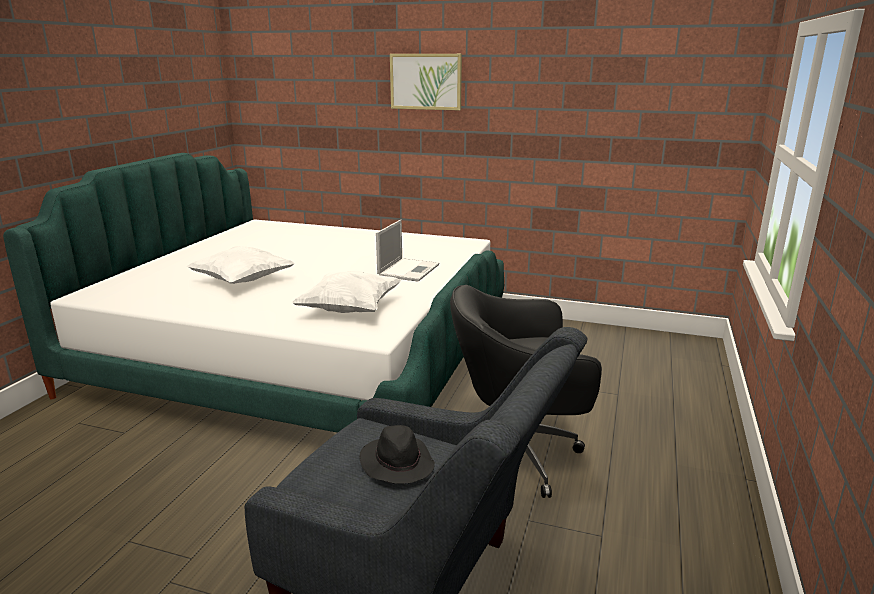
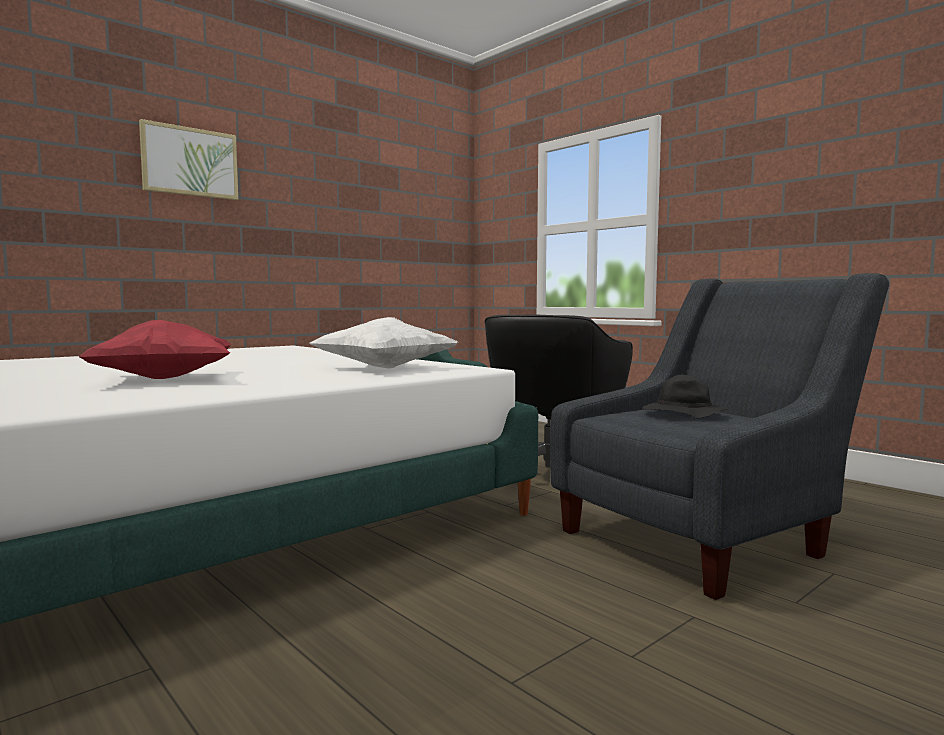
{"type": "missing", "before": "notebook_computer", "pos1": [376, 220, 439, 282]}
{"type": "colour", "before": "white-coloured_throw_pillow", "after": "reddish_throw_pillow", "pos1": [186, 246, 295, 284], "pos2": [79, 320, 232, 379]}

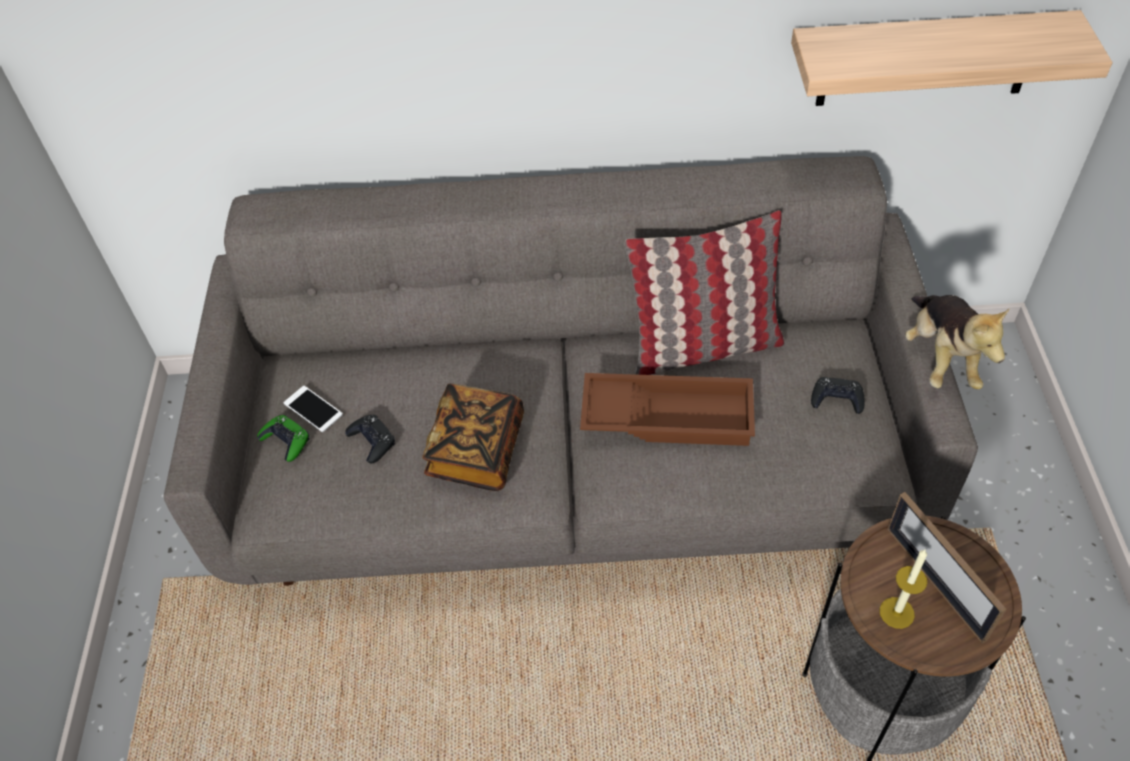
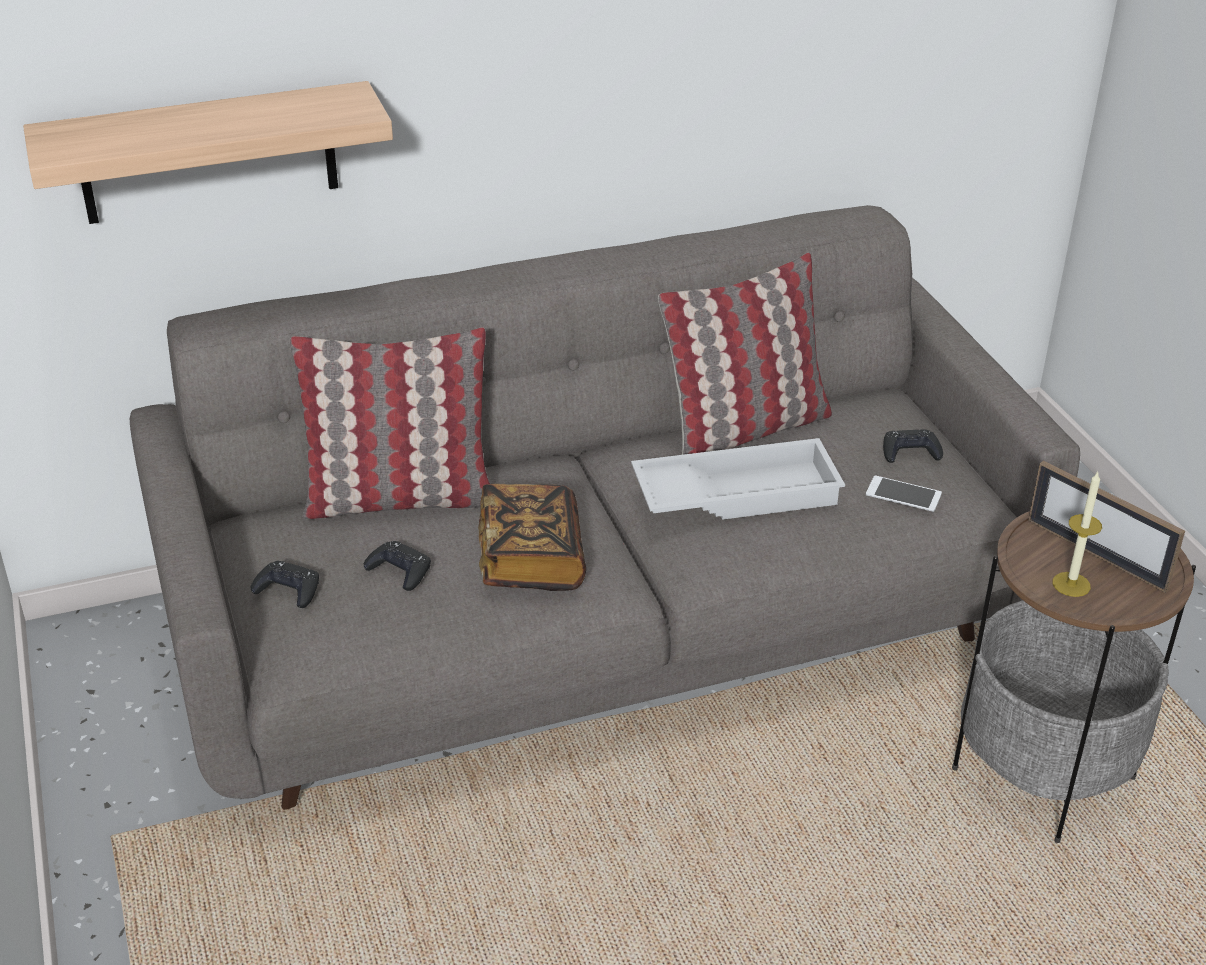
{"type": "missing", "before": "cuddly_toy", "pos1": [905, 295, 1009, 389]}
{"type": "appeared", "after": "throw_pillow", "pos2": [290, 327, 490, 519]}
{"type": "relocated", "before": "handset", "pos1": [283, 386, 343, 432], "pos2": [866, 475, 942, 512]}
{"type": "relocated", "before": "shelf", "pos1": [791, 10, 1113, 106], "pos2": [23, 81, 393, 224]}
{"type": "colour", "before": "greenish_game_controller", "after": "black-coloured_game_controller", "pos1": [257, 415, 309, 462], "pos2": [251, 561, 319, 608]}
{"type": "colour", "before": "brown-coloured_tray", "after": "white-coloured_tray", "pos1": [580, 373, 755, 446], "pos2": [631, 438, 845, 520]}

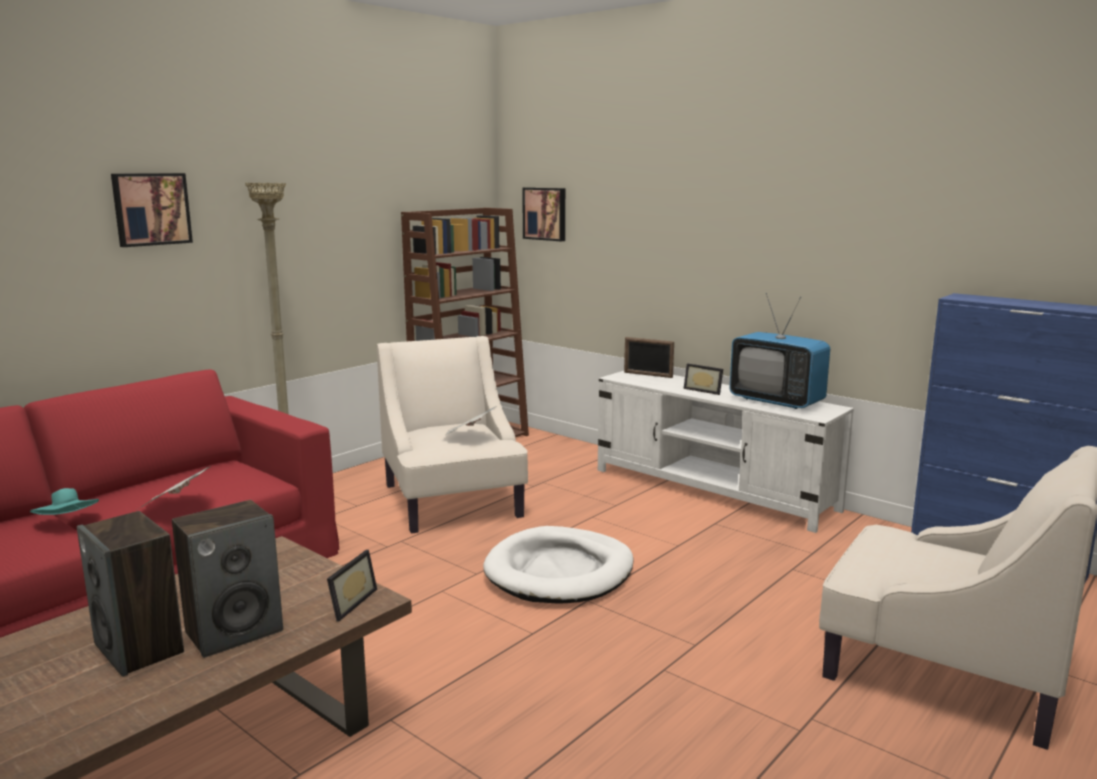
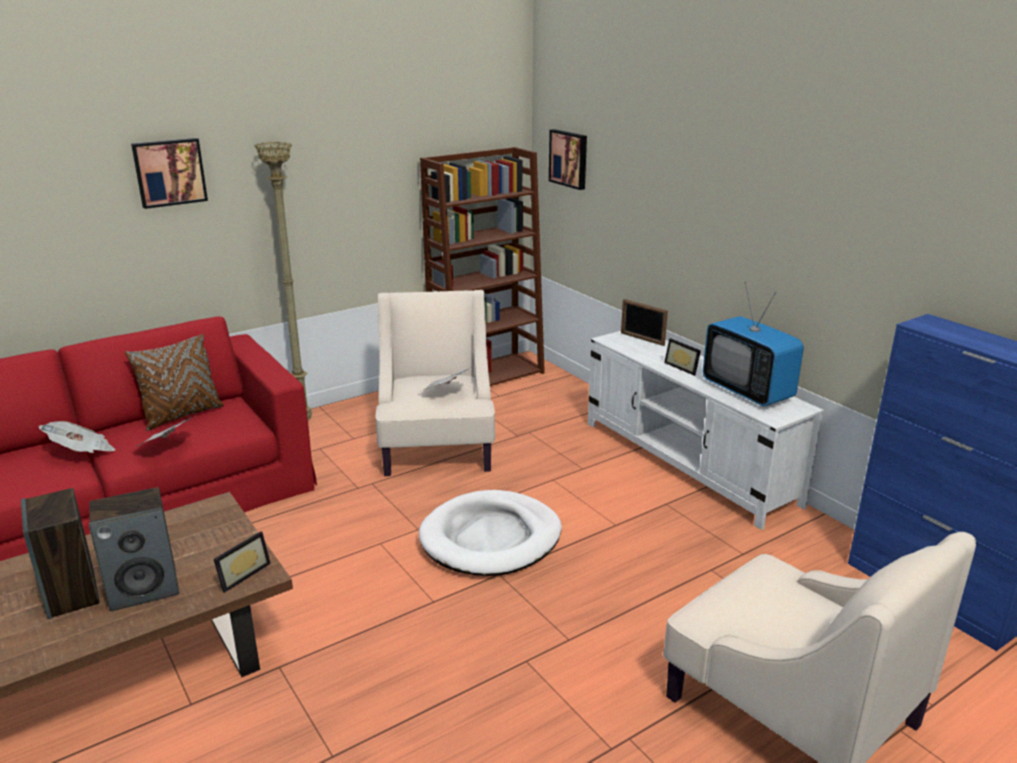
{"type": "appeared", "after": "brown-coloured_throw_pillow", "pos2": [125, 333, 224, 431]}
{"type": "exchanged", "before": "turquoise-coloured_hat", "after": "printed_paper", "pos1": [30, 488, 99, 515], "pos2": [39, 421, 115, 453]}

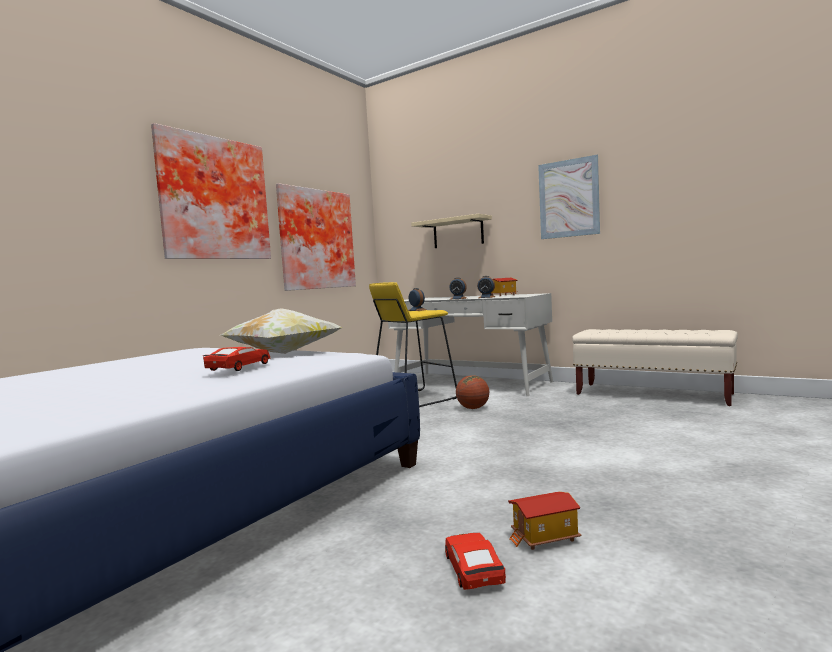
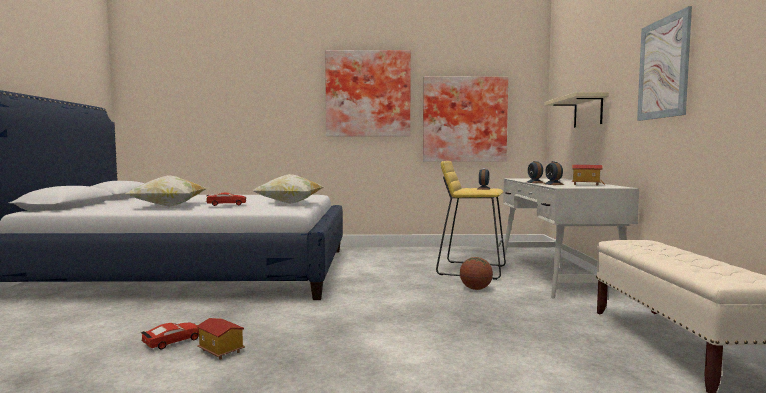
{"type": "appeared", "after": "throw_pillow", "pos2": [125, 175, 207, 207]}

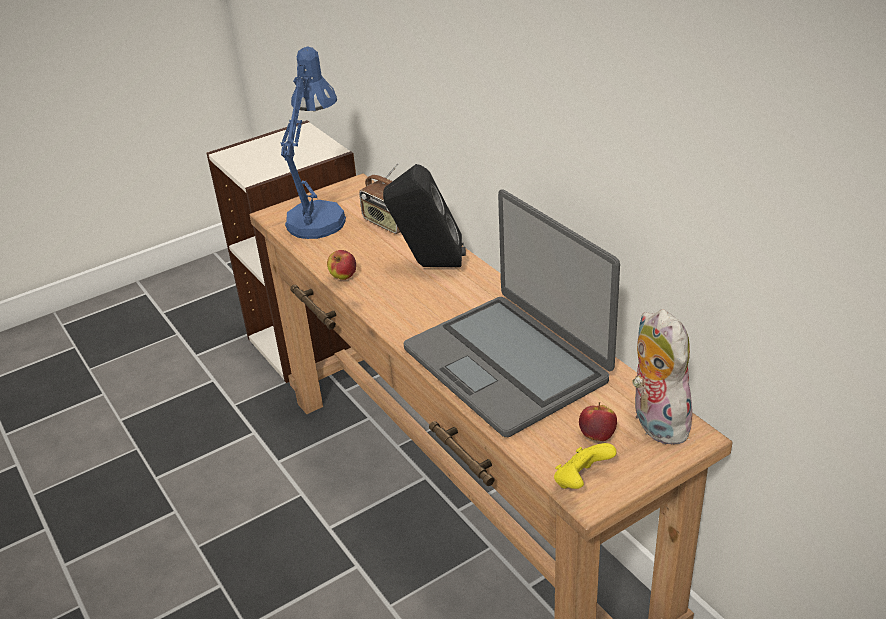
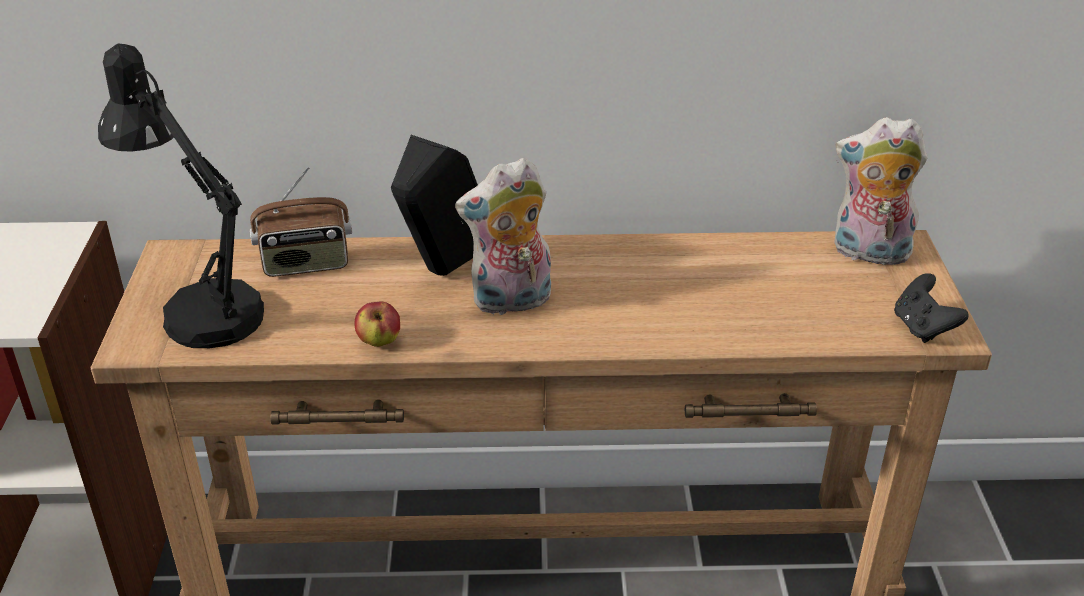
{"type": "missing", "before": "notebook_computer", "pos1": [404, 190, 620, 437]}
{"type": "missing", "before": "whole_apple", "pos1": [579, 402, 617, 441]}
{"type": "appeared", "after": "cuddly_toy", "pos2": [455, 158, 551, 316]}
{"type": "colour", "before": "bluish_tabletop_lamp", "after": "black-coloured_tabletop_lamp", "pos1": [281, 47, 346, 239], "pos2": [98, 44, 264, 348]}
{"type": "colour", "before": "yellow_game_controller", "after": "black-coloured_game_controller", "pos1": [554, 443, 617, 489], "pos2": [894, 273, 969, 343]}

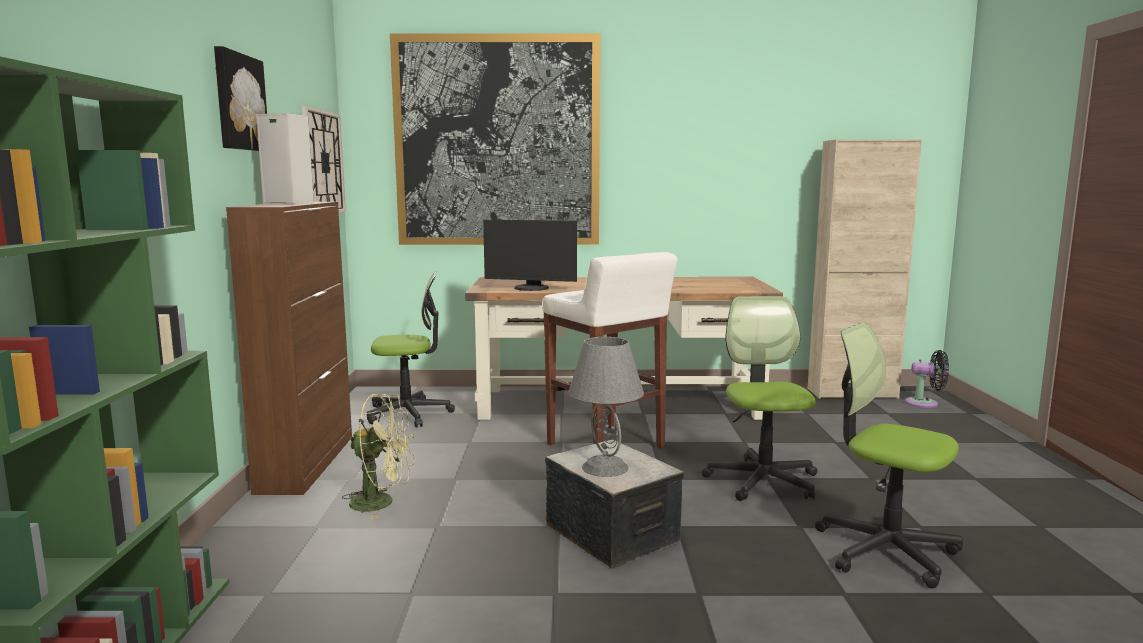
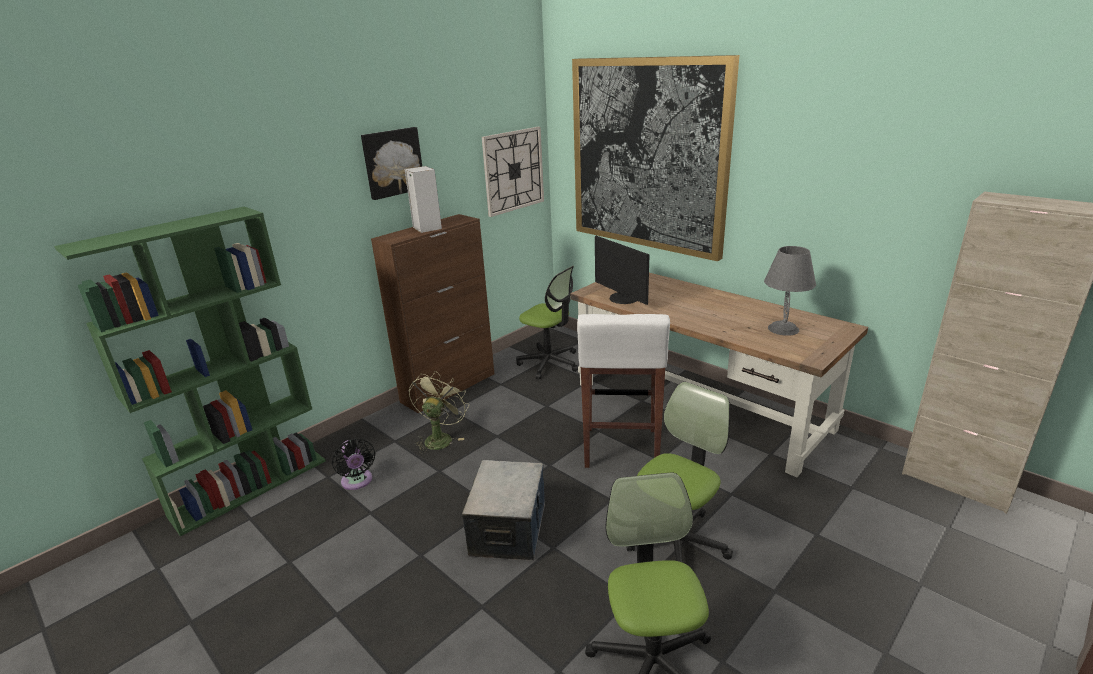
{"type": "relocated", "before": "grey_tabletop_lamp", "pos1": [568, 337, 644, 477], "pos2": [764, 246, 816, 336]}
{"type": "relocated", "before": "black-coloured_electric_fan", "pos1": [905, 350, 949, 408], "pos2": [331, 438, 375, 490]}
{"type": "spun", "before": "greenish_electric_fan", "pos1": [342, 394, 414, 520], "pos2": [409, 371, 469, 454], "turn": -120}

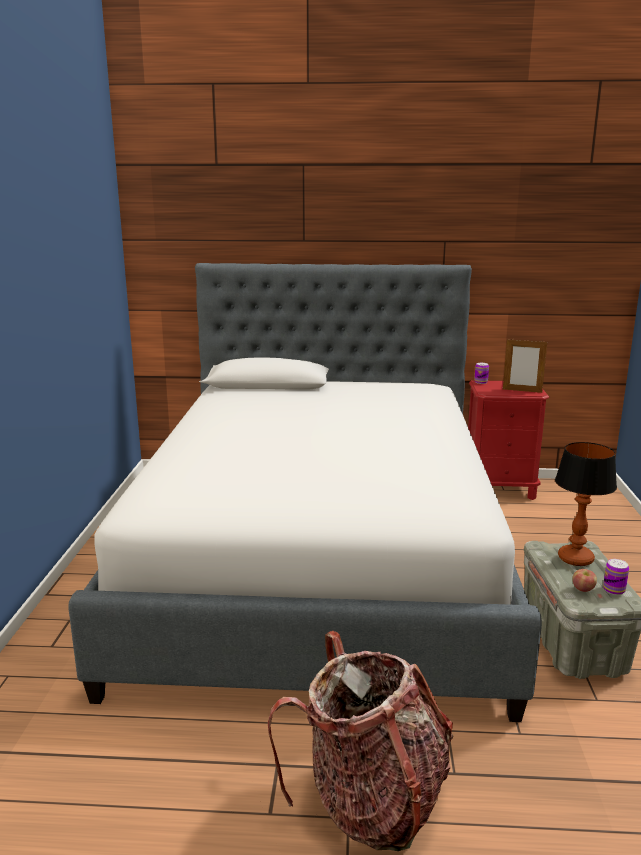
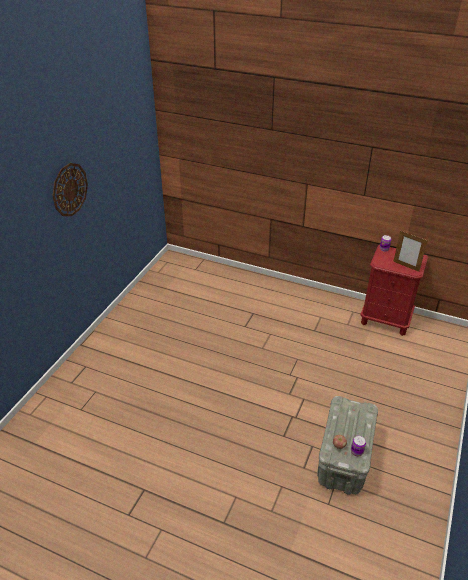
{"type": "missing", "before": "bedroom_bed", "pos1": [68, 263, 542, 722]}
{"type": "missing", "before": "rucksack", "pos1": [268, 631, 454, 851]}
{"type": "missing", "before": "tabletop_lamp", "pos1": [555, 442, 617, 566]}
{"type": "appeared", "after": "clock_on_the_wall", "pos2": [52, 163, 88, 216]}

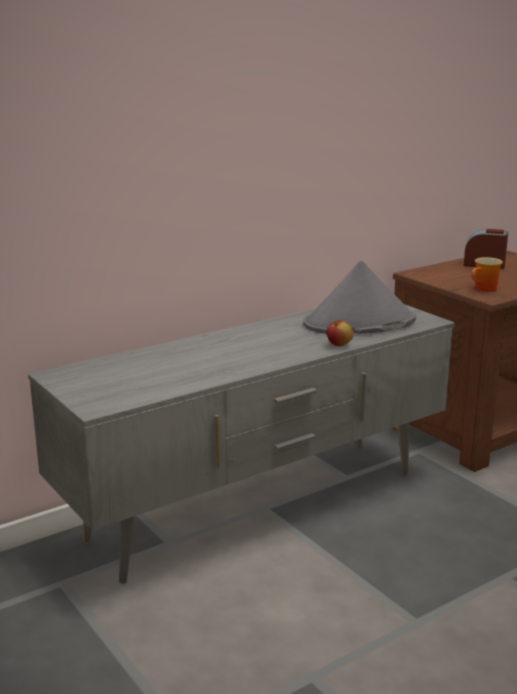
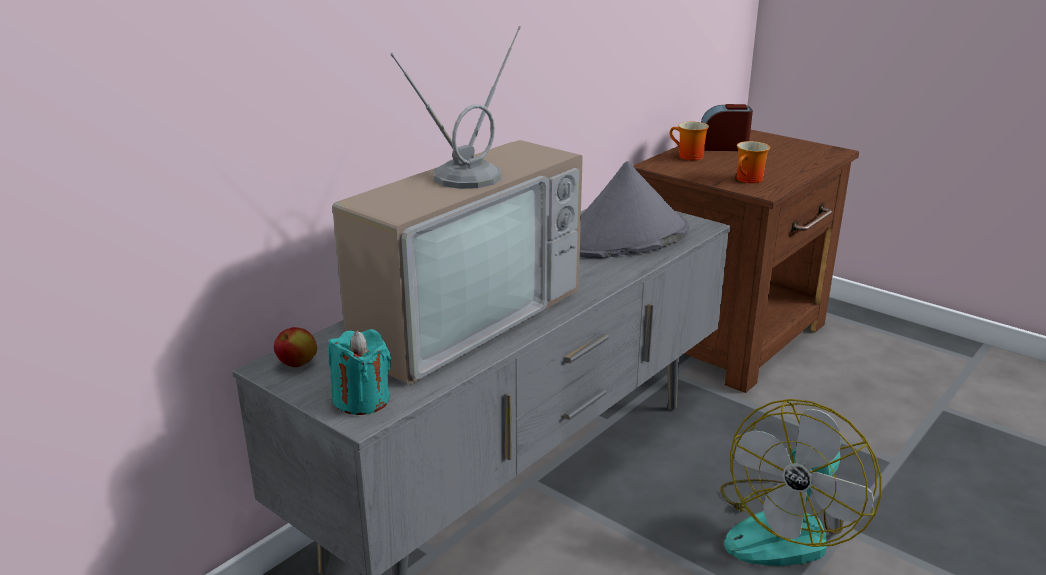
{"type": "appeared", "after": "turquoise-coloured_candle", "pos2": [328, 329, 391, 415]}
{"type": "appeared", "after": "TV_set", "pos2": [332, 26, 583, 385]}
{"type": "appeared", "after": "tea_mug", "pos2": [670, 122, 709, 160]}
{"type": "appeared", "after": "electric_fan", "pos2": [720, 399, 882, 566]}
{"type": "relocated", "before": "whole_apple", "pos1": [326, 320, 353, 346], "pos2": [274, 327, 317, 367]}

